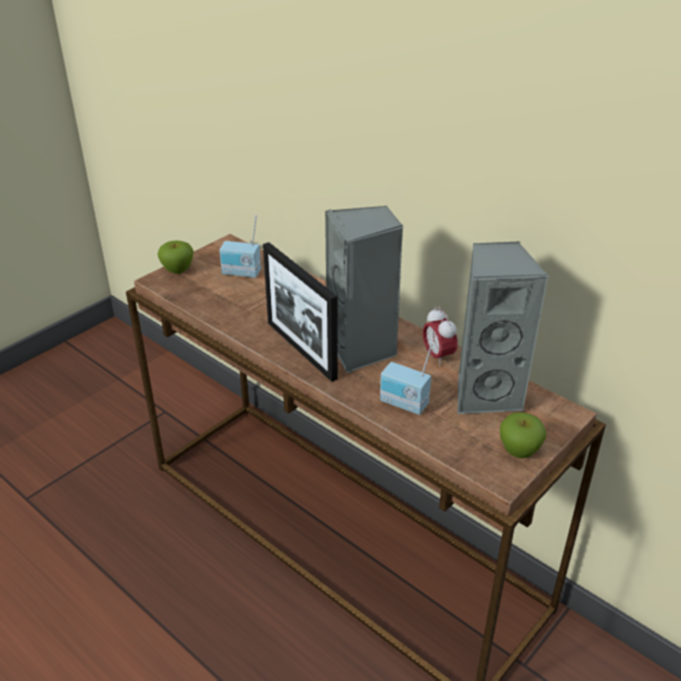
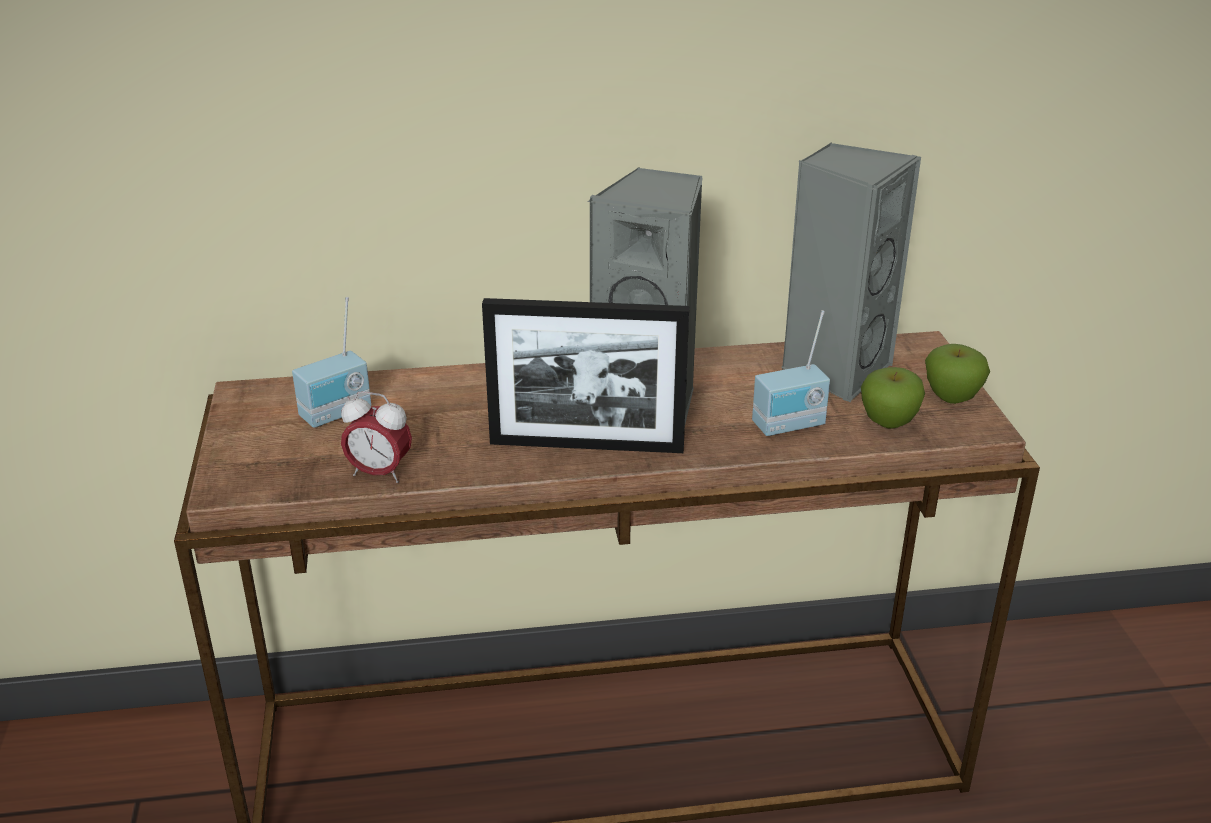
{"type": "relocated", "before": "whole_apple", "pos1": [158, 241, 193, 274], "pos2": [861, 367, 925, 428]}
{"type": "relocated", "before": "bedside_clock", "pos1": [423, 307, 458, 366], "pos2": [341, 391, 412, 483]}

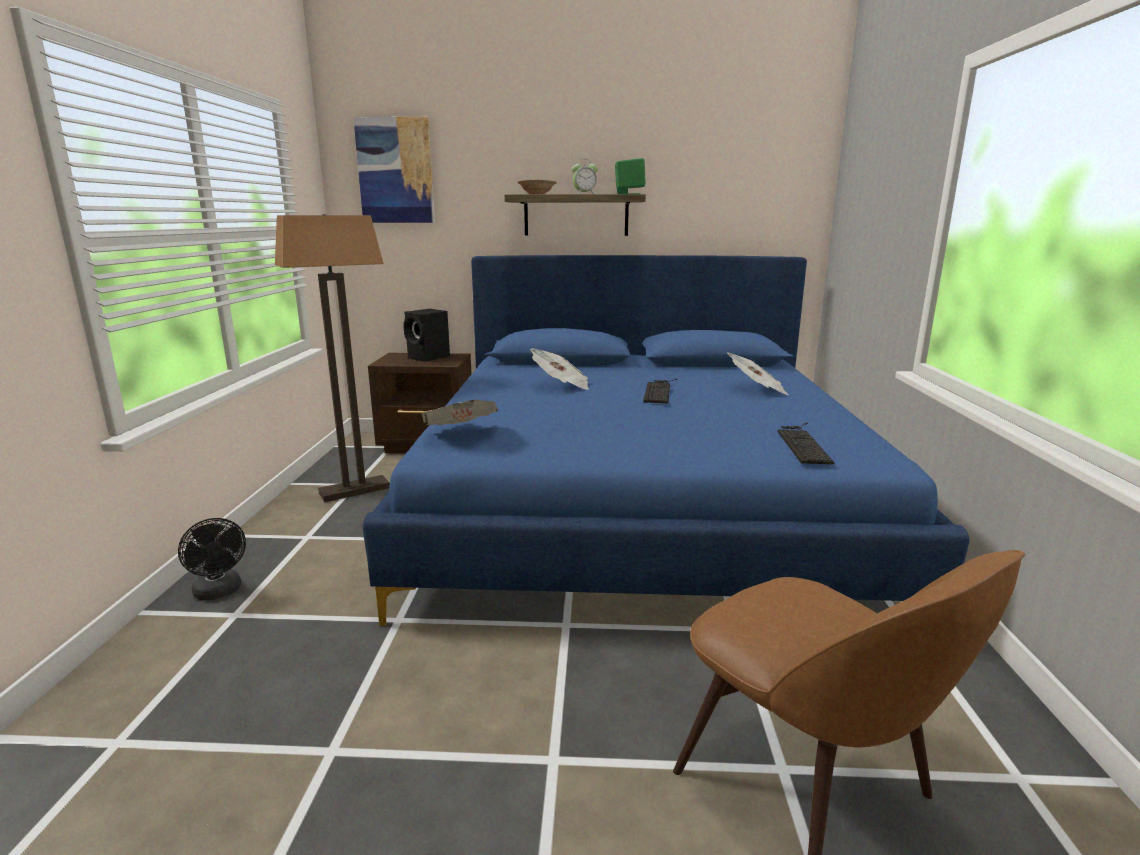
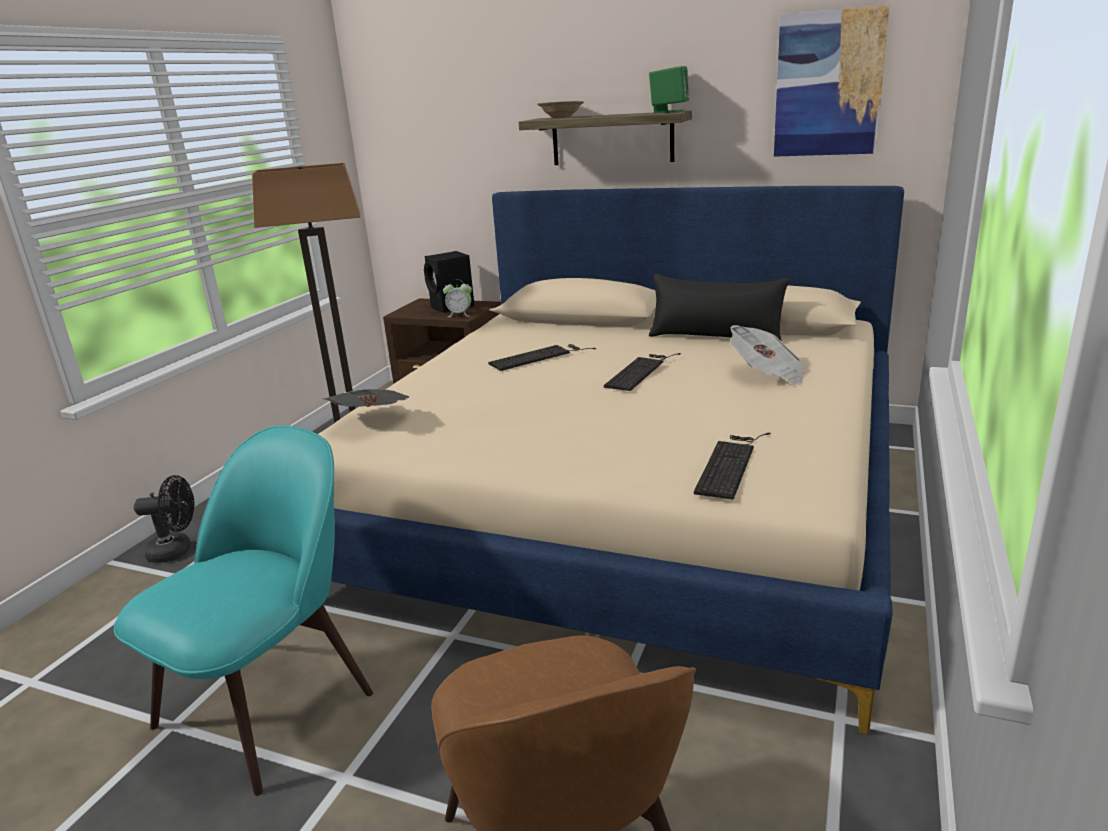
{"type": "appeared", "after": "turquoise-coloured_chair", "pos2": [114, 425, 373, 796]}
{"type": "appeared", "after": "black-coloured_throw_pillow", "pos2": [649, 274, 790, 341]}
{"type": "relocated", "before": "wall_picture", "pos1": [353, 117, 435, 223], "pos2": [774, 5, 890, 157]}
{"type": "relocated", "before": "bedside_clock", "pos1": [571, 159, 598, 194], "pos2": [443, 279, 472, 317]}
{"type": "exchanged", "before": "printed_paper", "after": "PC_keyboard", "pos1": [530, 348, 589, 390], "pos2": [488, 344, 596, 371]}
{"type": "colour", "before": "bluish_bedroom_bed", "after": "sand-coloured_bedroom_bed", "pos1": [363, 255, 969, 626], "pos2": [318, 186, 904, 734]}
{"type": "spun", "before": "black-coloured_electric_fan", "pos1": [178, 518, 246, 600], "pos2": [134, 475, 194, 563], "turn": -75}

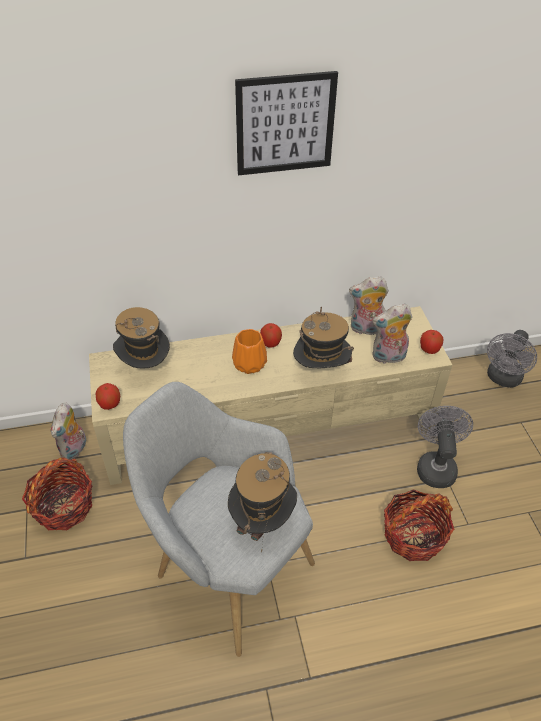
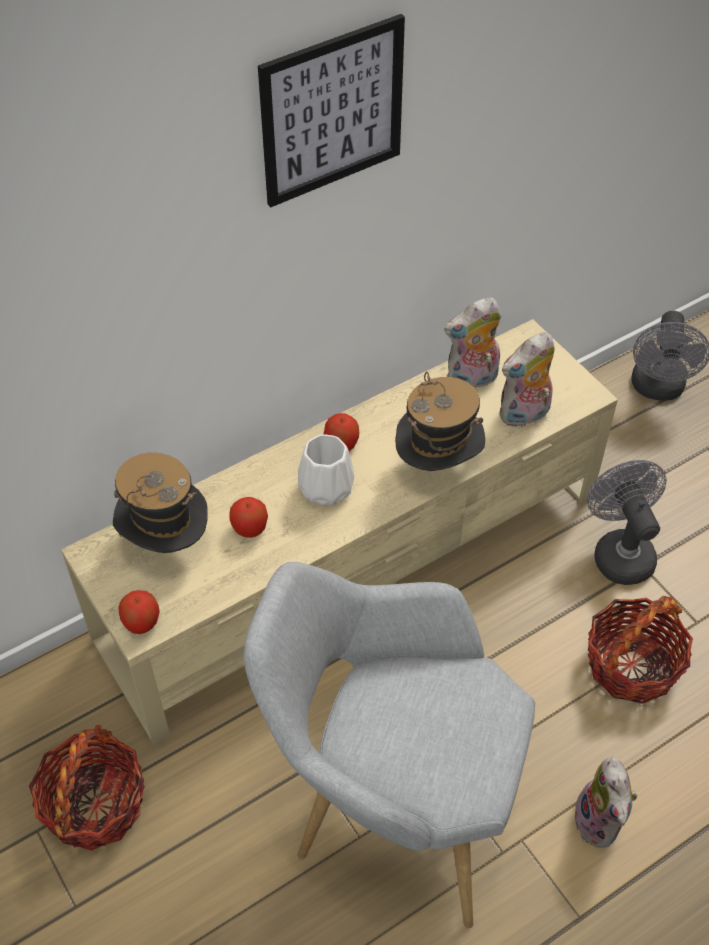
{"type": "missing", "before": "hat", "pos1": [228, 452, 297, 553]}
{"type": "relocated", "before": "cuddly_toy", "pos1": [51, 402, 86, 460], "pos2": [574, 757, 637, 848]}
{"type": "relocated", "before": "whole_apple", "pos1": [420, 330, 443, 354], "pos2": [229, 497, 268, 538]}
{"type": "colour", "before": "orange-coloured_decorative_vase", "after": "white-coloured_decorative_vase", "pos1": [232, 329, 267, 374], "pos2": [298, 434, 354, 506]}

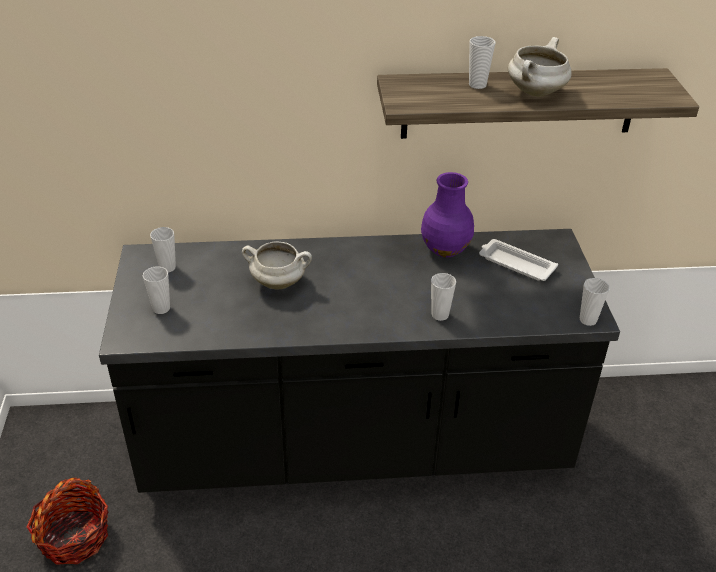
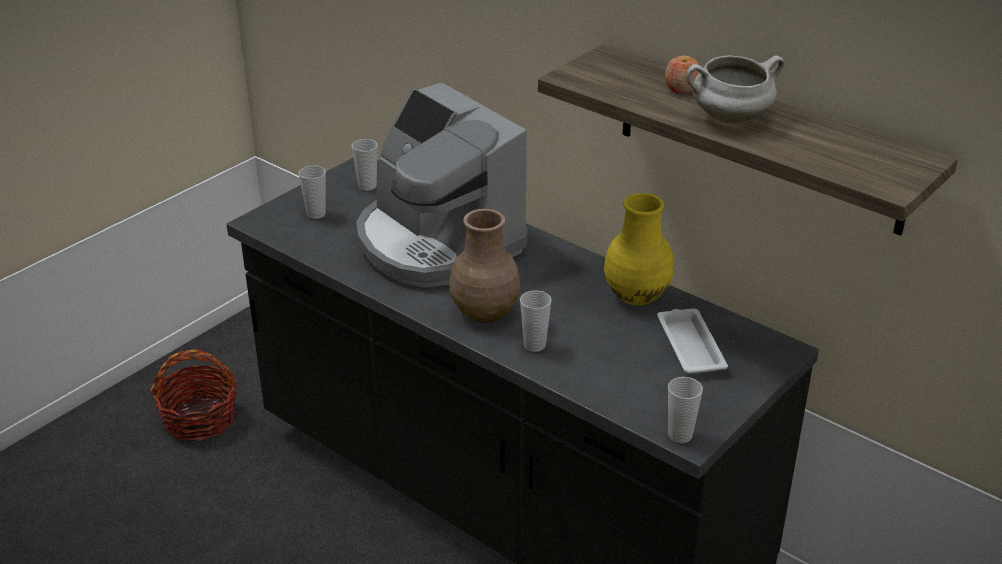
{"type": "appeared", "after": "brown-coloured_decorative_vase", "pos2": [449, 209, 520, 323]}
{"type": "exchanged", "before": "white-coloured_stockpot", "after": "coffee_maker", "pos1": [242, 241, 312, 289], "pos2": [356, 82, 528, 288]}
{"type": "exchanged", "before": "cup", "after": "whole_apple", "pos1": [469, 36, 496, 89], "pos2": [665, 55, 700, 94]}
{"type": "colour", "before": "purple-coloured_decorative_vase", "after": "yellow_decorative_vase", "pos1": [421, 172, 474, 257], "pos2": [604, 193, 674, 306]}

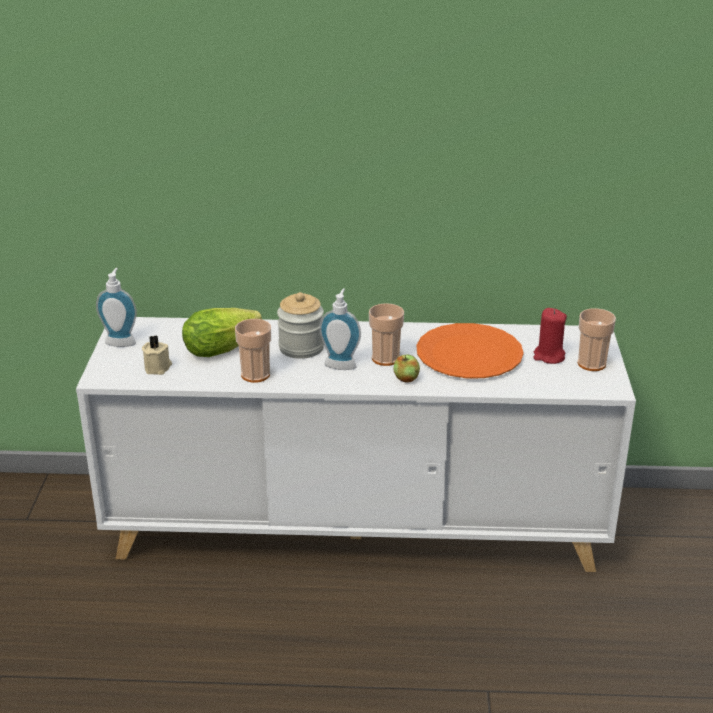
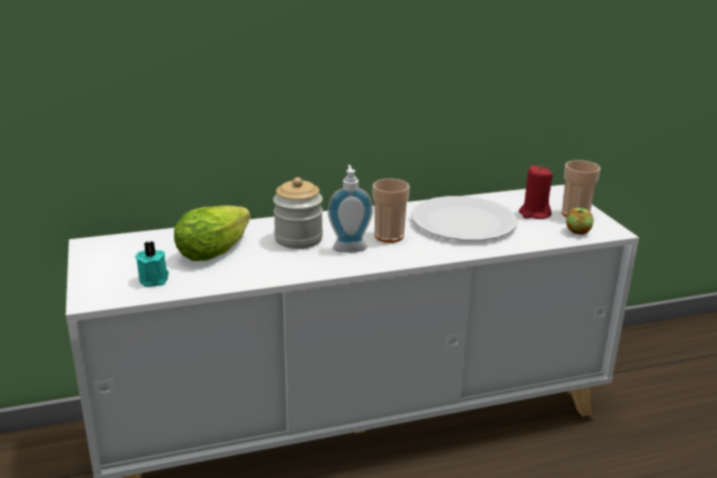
{"type": "missing", "before": "soap_bottle", "pos1": [96, 268, 137, 347]}
{"type": "missing", "before": "cup", "pos1": [235, 319, 271, 383]}
{"type": "relocated", "before": "whole_apple", "pos1": [393, 355, 420, 383], "pos2": [566, 207, 594, 235]}
{"type": "colour", "before": "sand-coloured_candle", "after": "turquoise-coloured_candle", "pos1": [142, 335, 172, 375], "pos2": [135, 241, 169, 287]}
{"type": "colour", "before": "orange-coloured_flat_dish", "after": "white-coloured_flat_dish", "pos1": [416, 323, 524, 378], "pos2": [411, 196, 518, 241]}

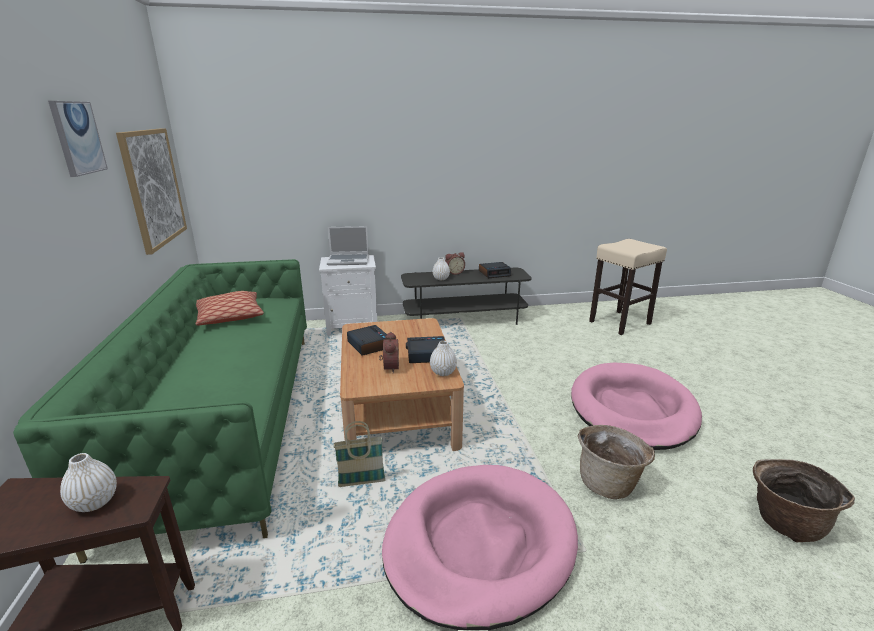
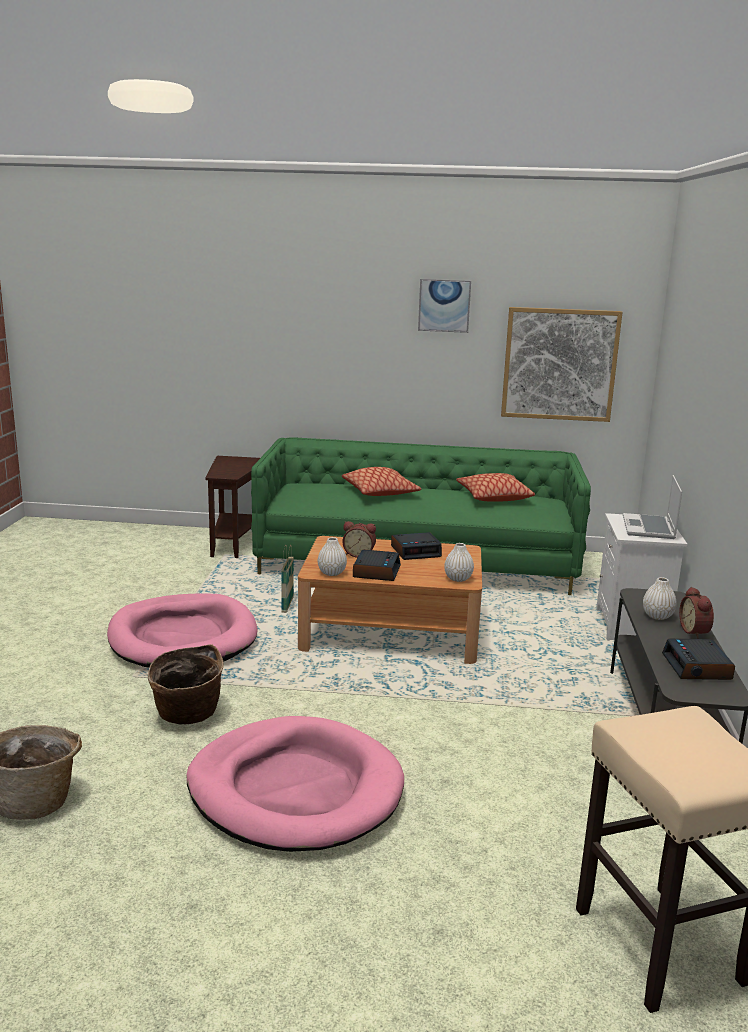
{"type": "appeared", "after": "throw_pillow", "pos2": [342, 467, 422, 496]}
{"type": "relocated", "before": "white-coloured_decorative_vase", "pos1": [60, 453, 117, 512], "pos2": [444, 543, 474, 582]}

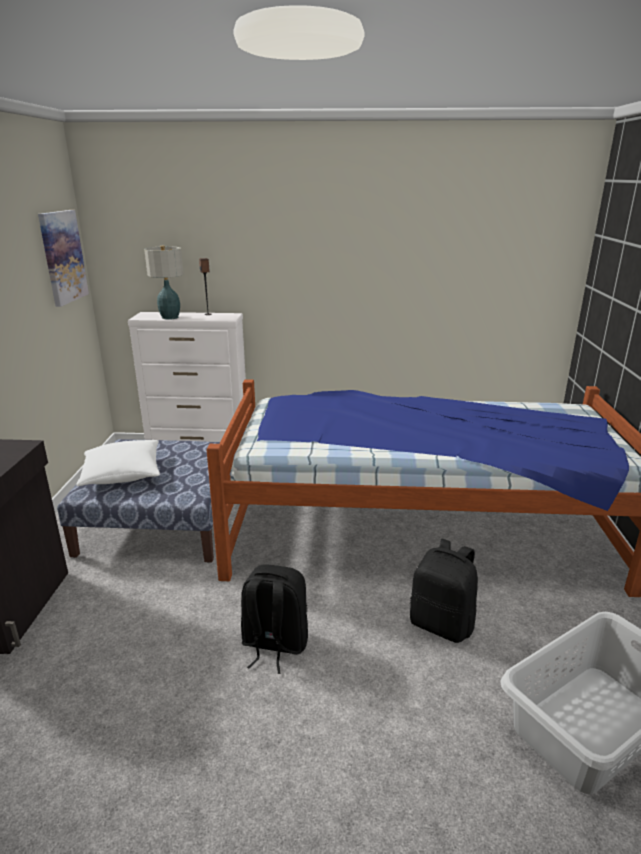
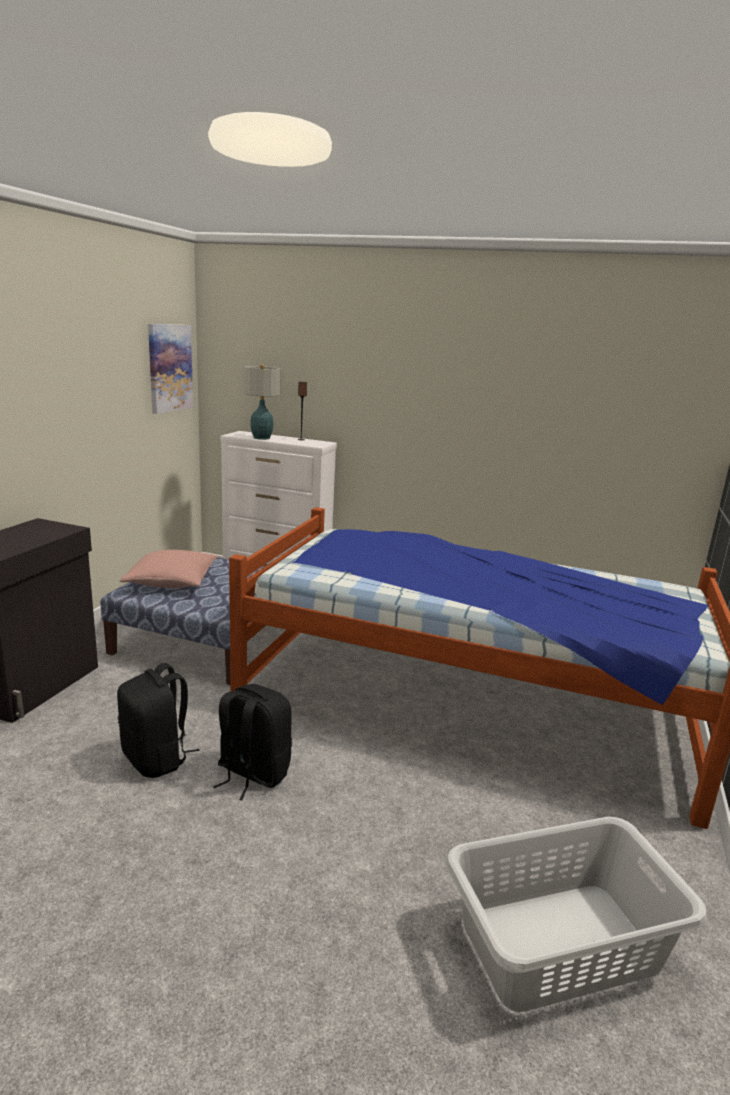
{"type": "relocated", "before": "black-coloured_rucksack", "pos1": [410, 539, 478, 643], "pos2": [117, 663, 200, 778]}
{"type": "colour", "before": "white-coloured_throw_pillow", "after": "pink_throw_pillow", "pos1": [76, 440, 160, 486], "pos2": [120, 550, 218, 588]}

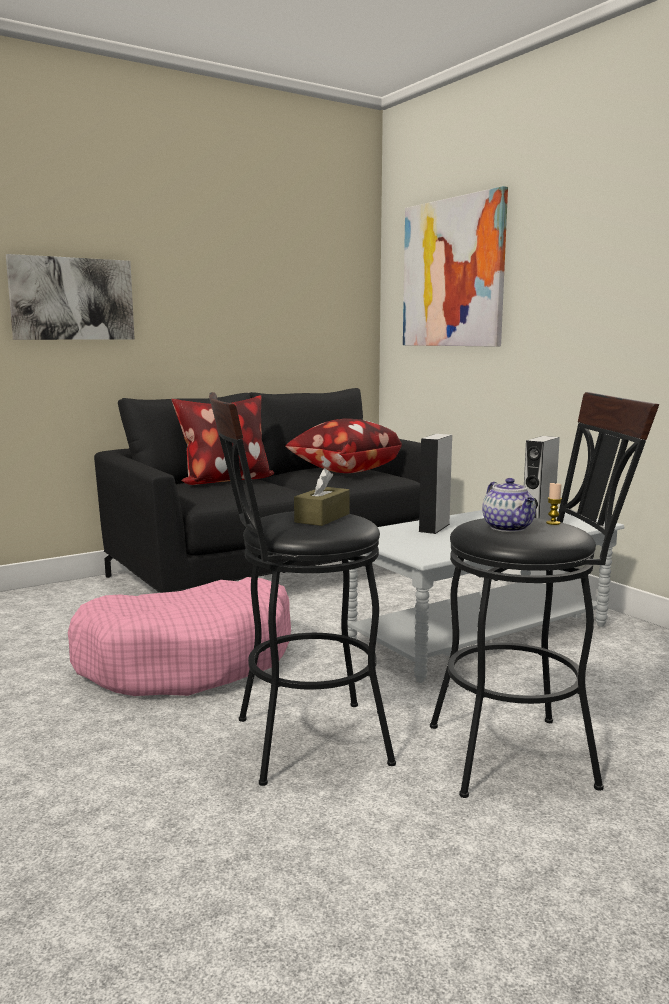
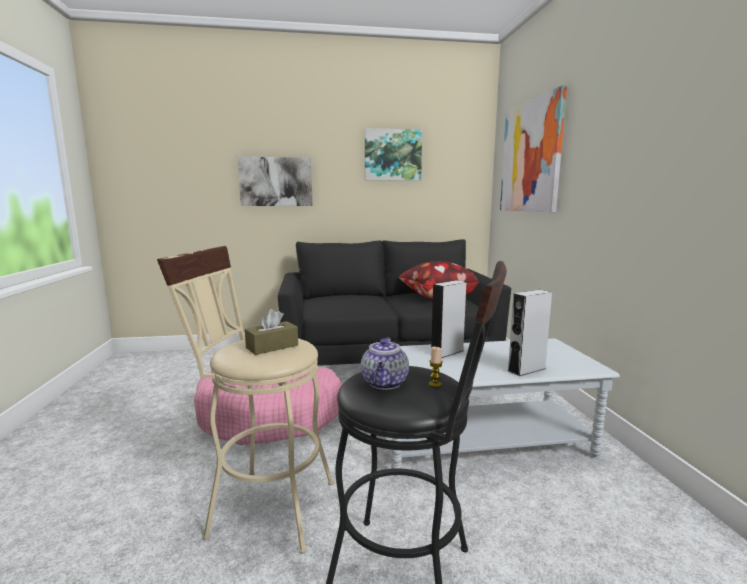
{"type": "missing", "before": "throw_pillow", "pos1": [172, 395, 274, 485]}
{"type": "appeared", "after": "wall_picture", "pos2": [365, 128, 422, 181]}
{"type": "colour", "before": "black-coloured_sitting_stool", "after": "sand-coloured_sitting_stool", "pos1": [209, 392, 396, 786], "pos2": [157, 246, 334, 554]}

